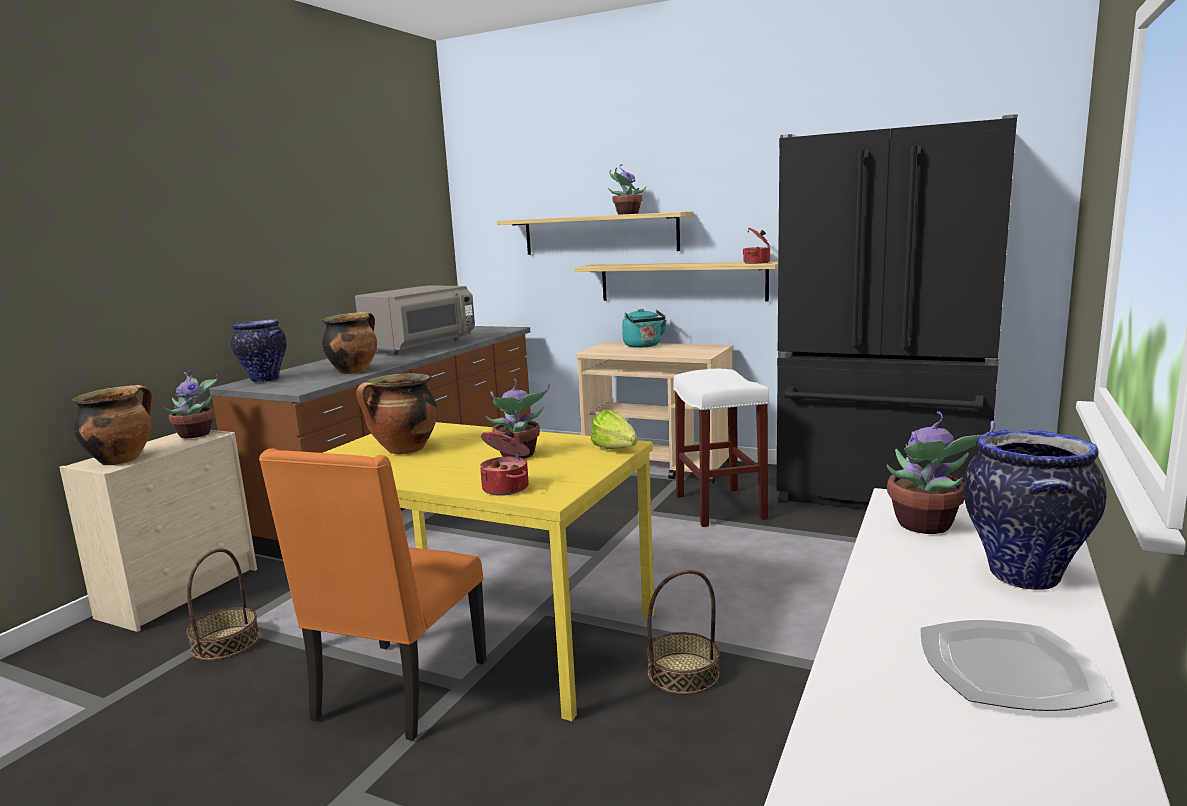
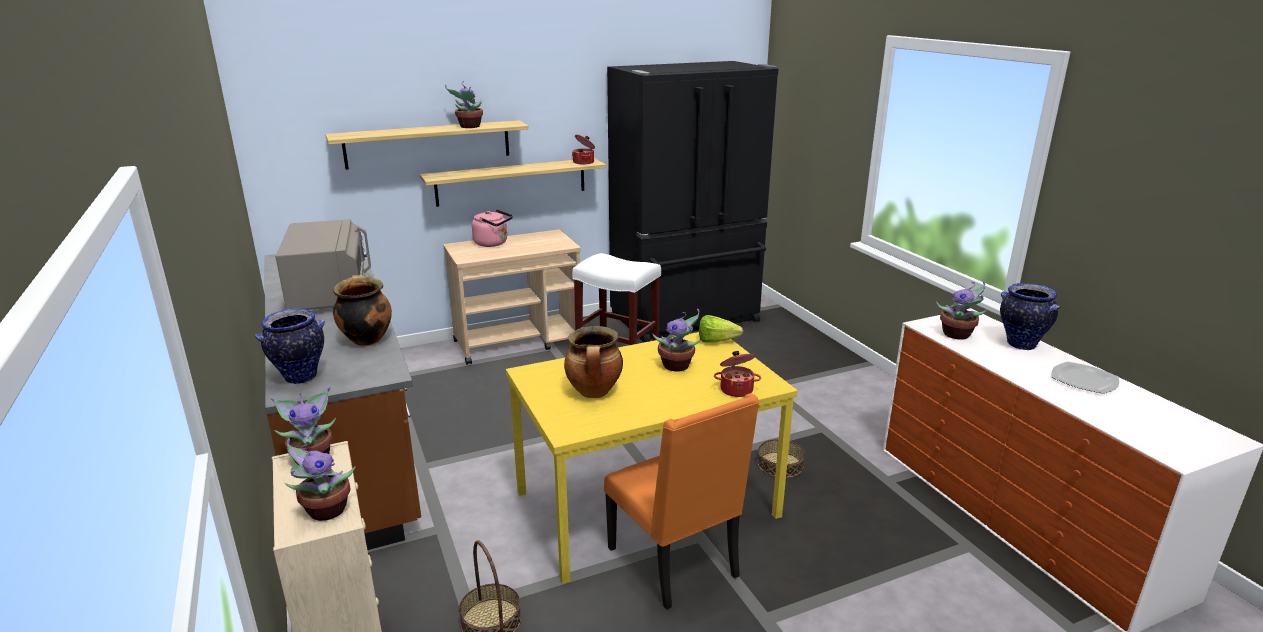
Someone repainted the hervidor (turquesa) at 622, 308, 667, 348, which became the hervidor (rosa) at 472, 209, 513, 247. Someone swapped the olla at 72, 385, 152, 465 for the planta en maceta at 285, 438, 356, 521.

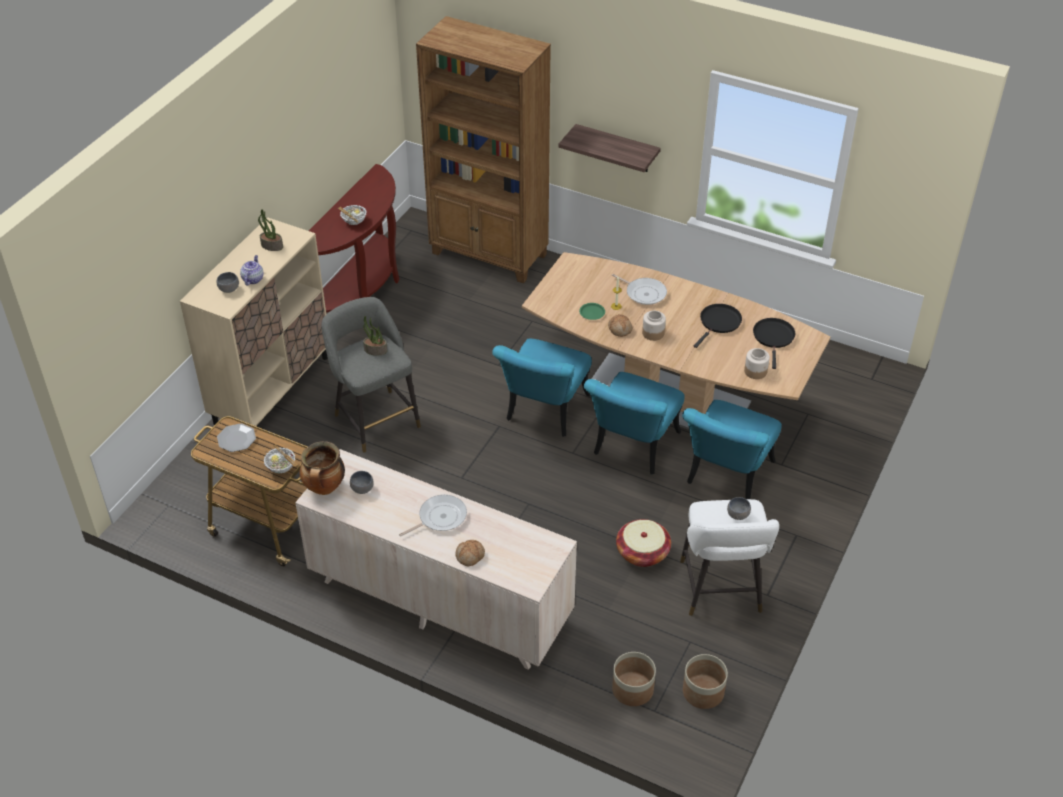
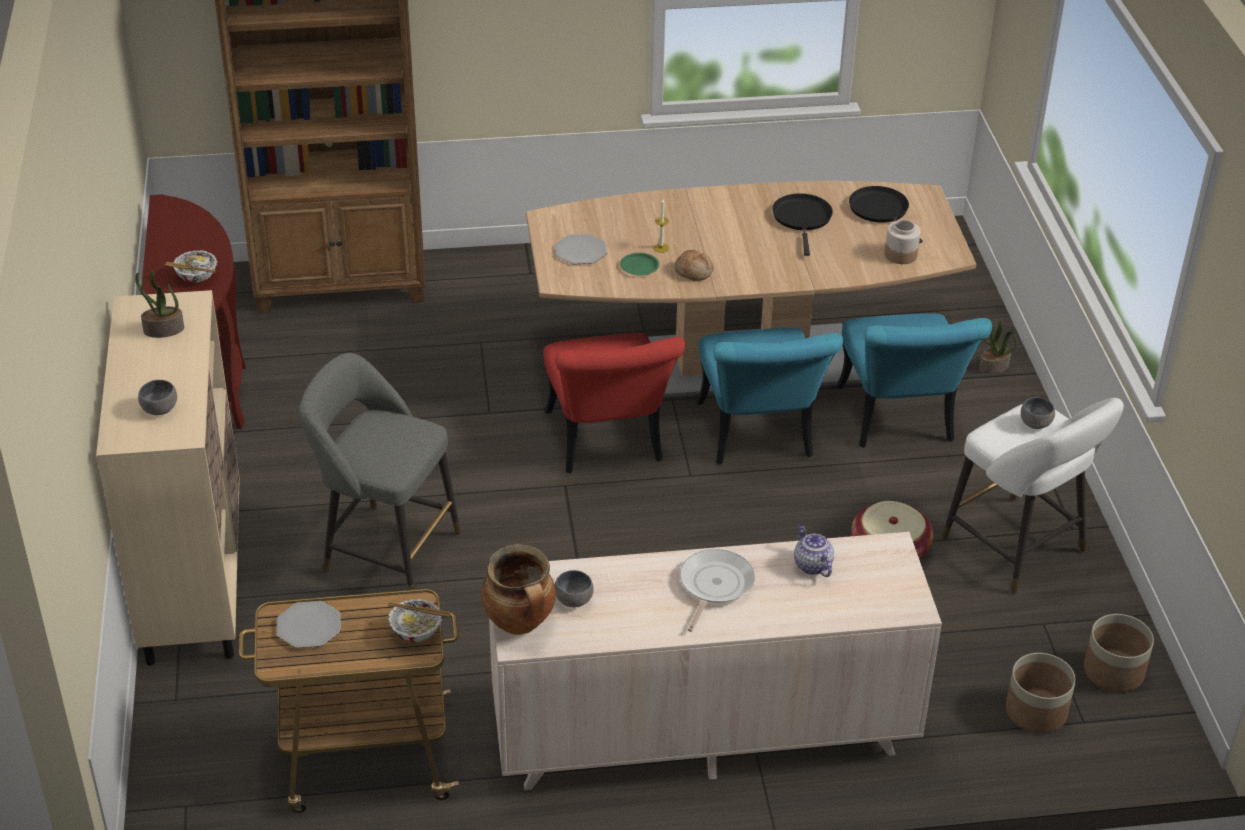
Someone took away the estante at 558, 124, 661, 172. Someone carried the tetera from 240, 255, 264, 286 to 794, 524, 834, 577. Someone took away the sartén at 612, 274, 667, 305. Someone took away the tarro at 642, 311, 666, 341. Someone carried the planta en maceta from 363, 316, 387, 356 to 979, 320, 1017, 374. Someone repainted the silla (turquesa) at 492, 339, 592, 437, which became the silla (rojo) at 543, 333, 685, 474. Someone took away the pan at 456, 540, 485, 566. Someone put down the plato at 555, 234, 607, 264.

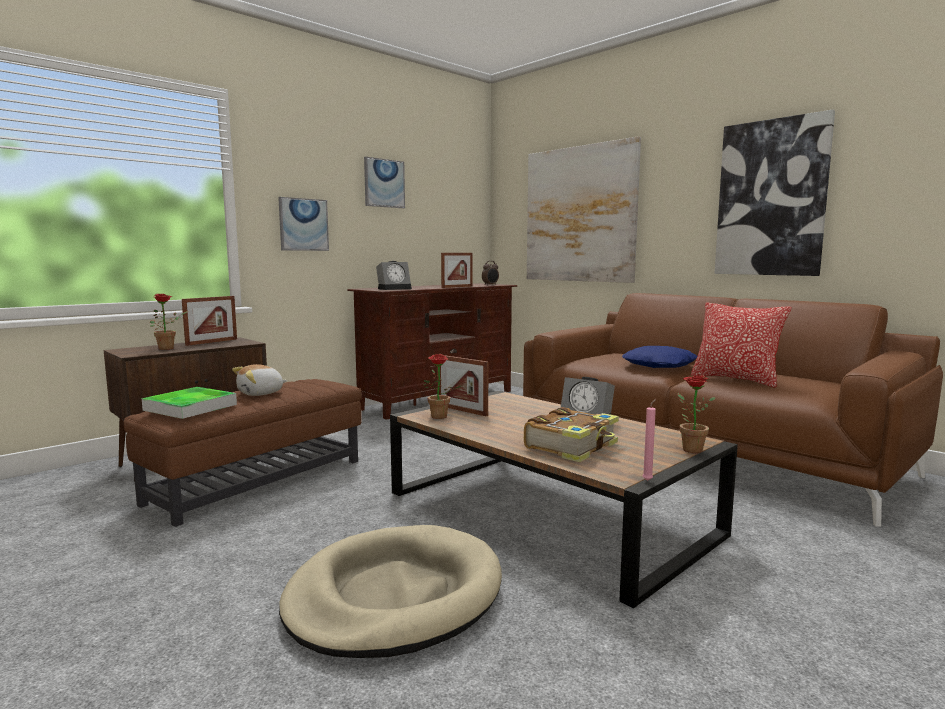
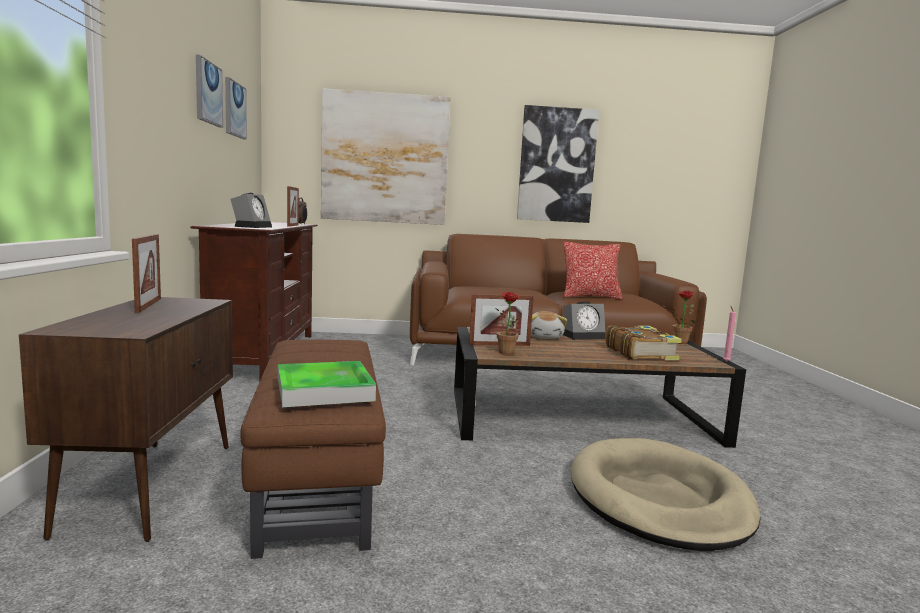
Someone carried the cuadro from 278, 197, 329, 251 to 225, 77, 247, 140. Someone took away the planta en maceta at 150, 293, 188, 350. Someone took away the cojín (azul) at 622, 346, 697, 368. Someone carried the peluche from 232, 364, 287, 396 to 531, 311, 567, 339.

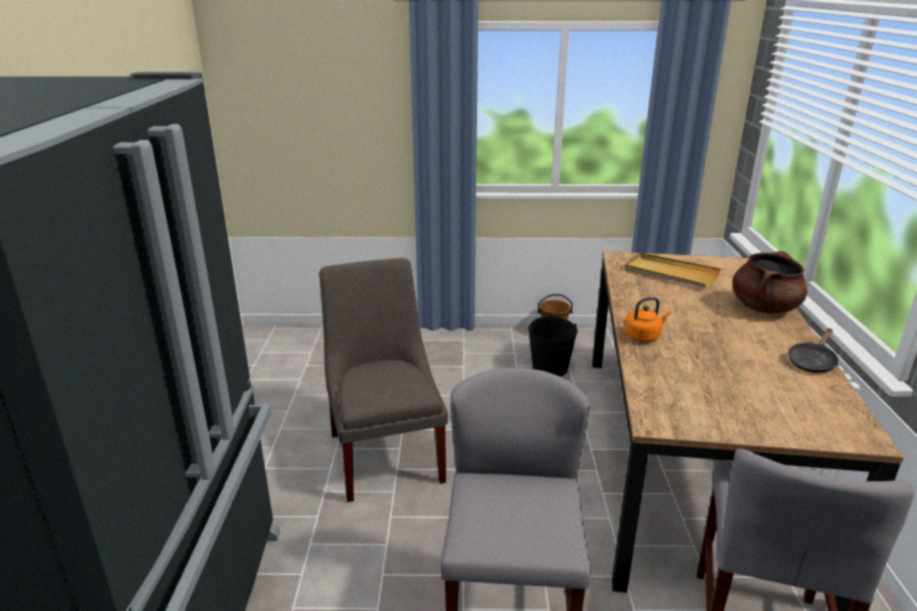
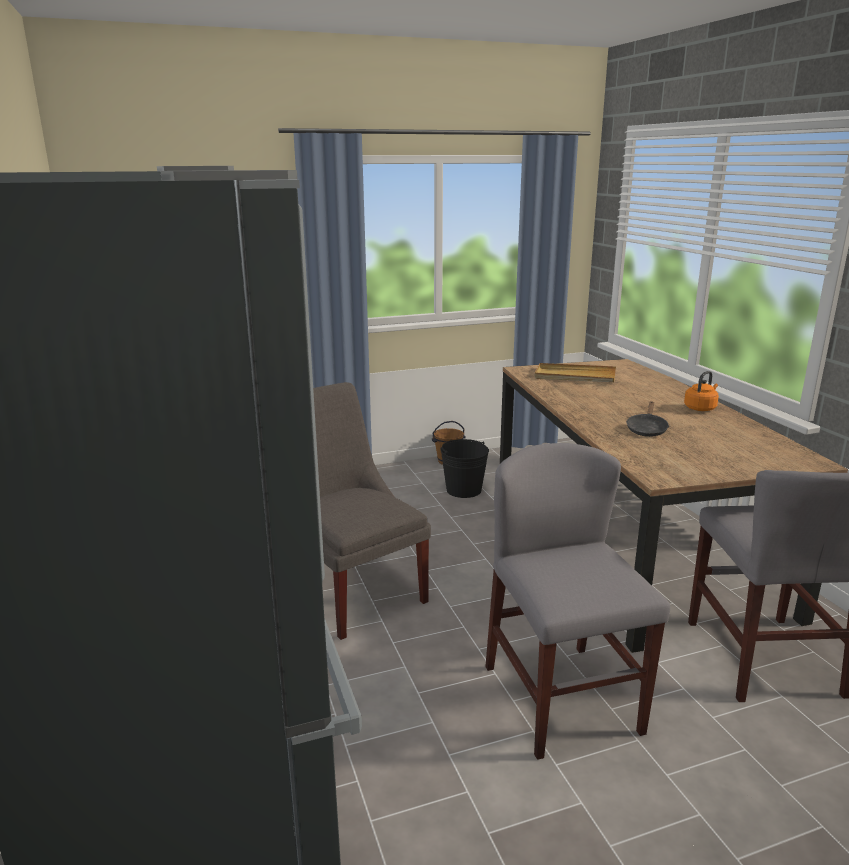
Someone took away the olla (marrón) at 733, 251, 807, 314. Someone carried the hervidor (naranja) from 624, 297, 671, 342 to 684, 371, 719, 411. Someone carried the sartén (negro) from 788, 328, 838, 373 to 626, 401, 669, 437.

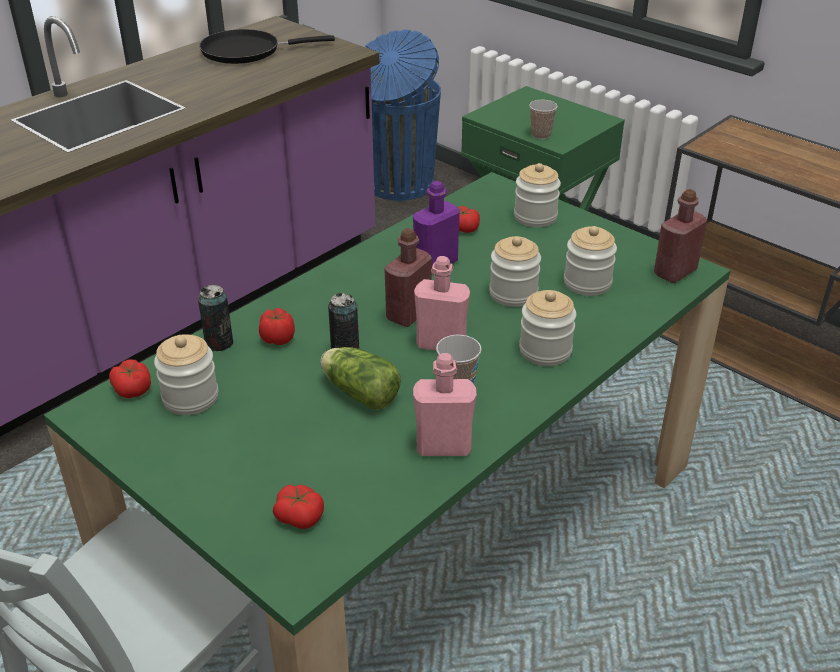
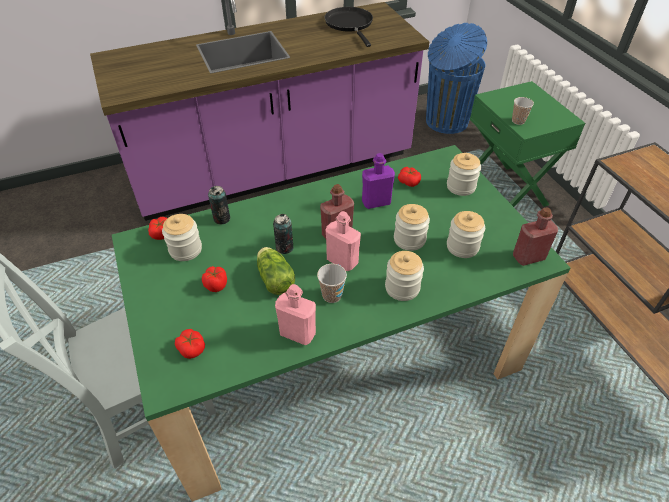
Someone rotated the sartén (negro) at 199, 29, 335, 64 by 60 degrees clockwise. Someone carried the tomate from 259, 308, 295, 345 to 202, 266, 227, 292.

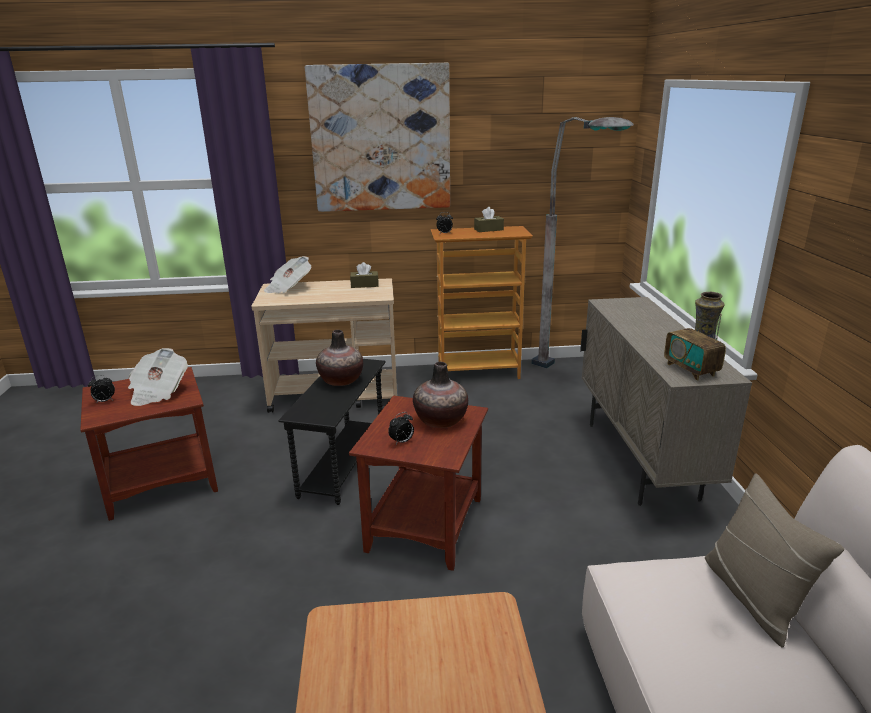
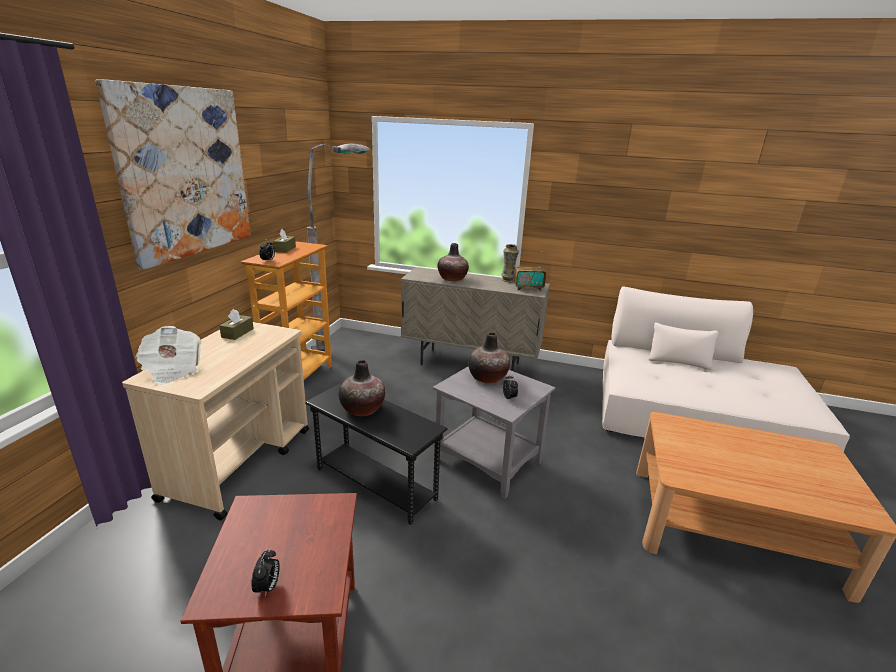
Someone took away the periódico at 128, 348, 188, 406. Someone repainted the mesa auxiliar (marrón) at 349, 396, 488, 571, which became the mesa auxiliar (gris) at 433, 367, 555, 499. Someone took away the cojín (beis) at 705, 473, 844, 647. Someone put down the florero at 437, 243, 469, 281.

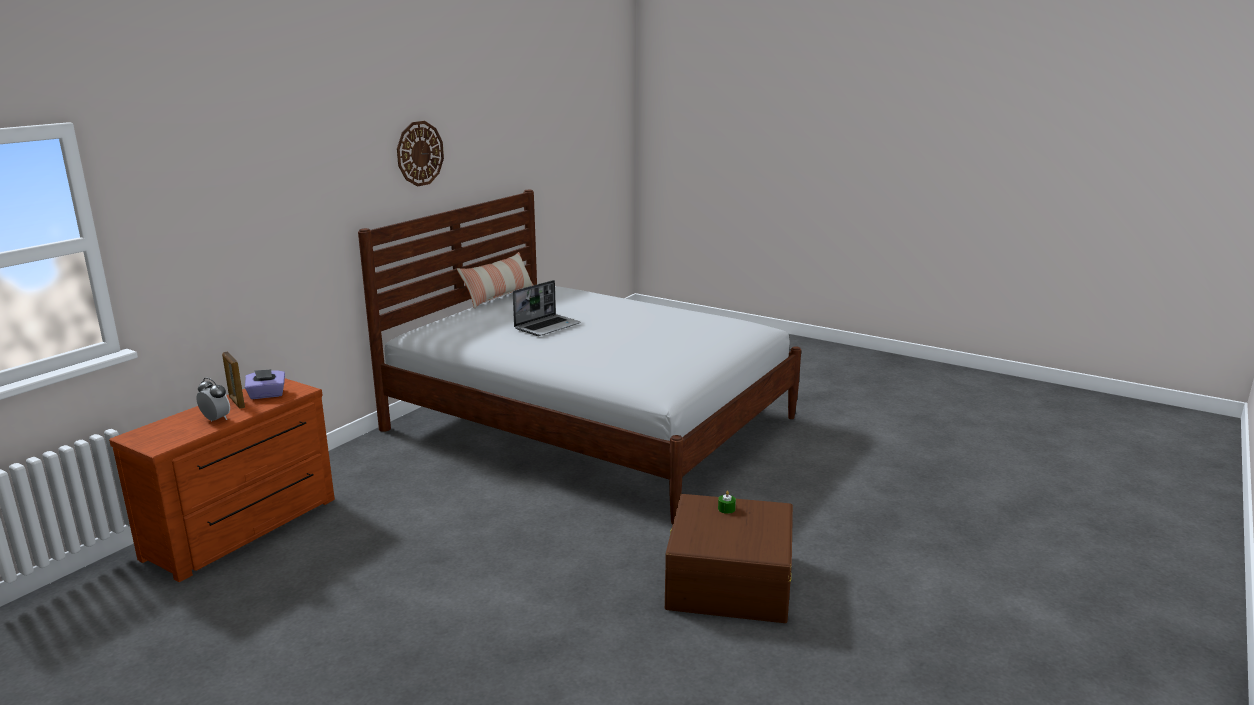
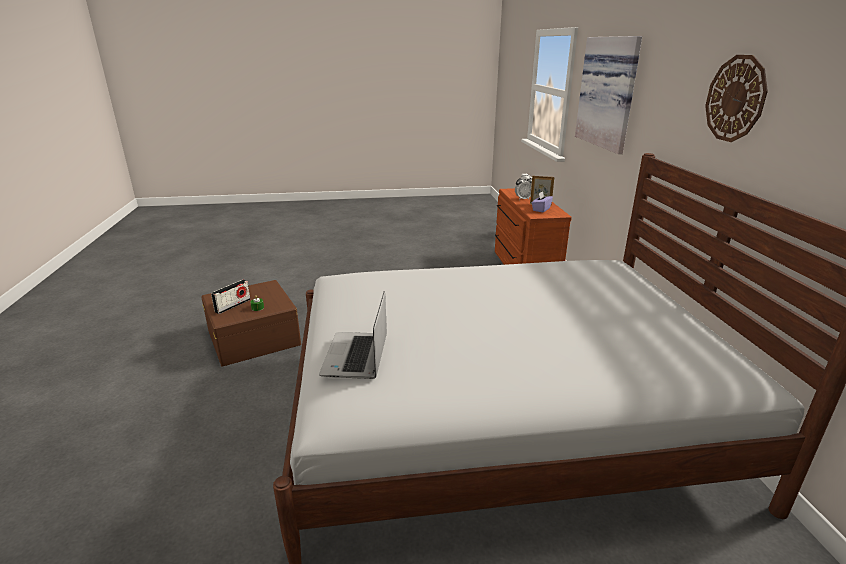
Someone took away the cojín at 457, 252, 533, 309. Someone carried the portátil from 513, 280, 580, 336 to 319, 291, 387, 379. Someone put up the cuadro at 575, 36, 642, 154. Someone put down the radio at 211, 279, 251, 314.

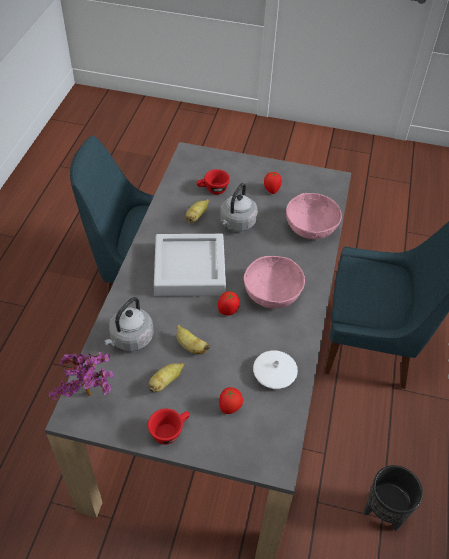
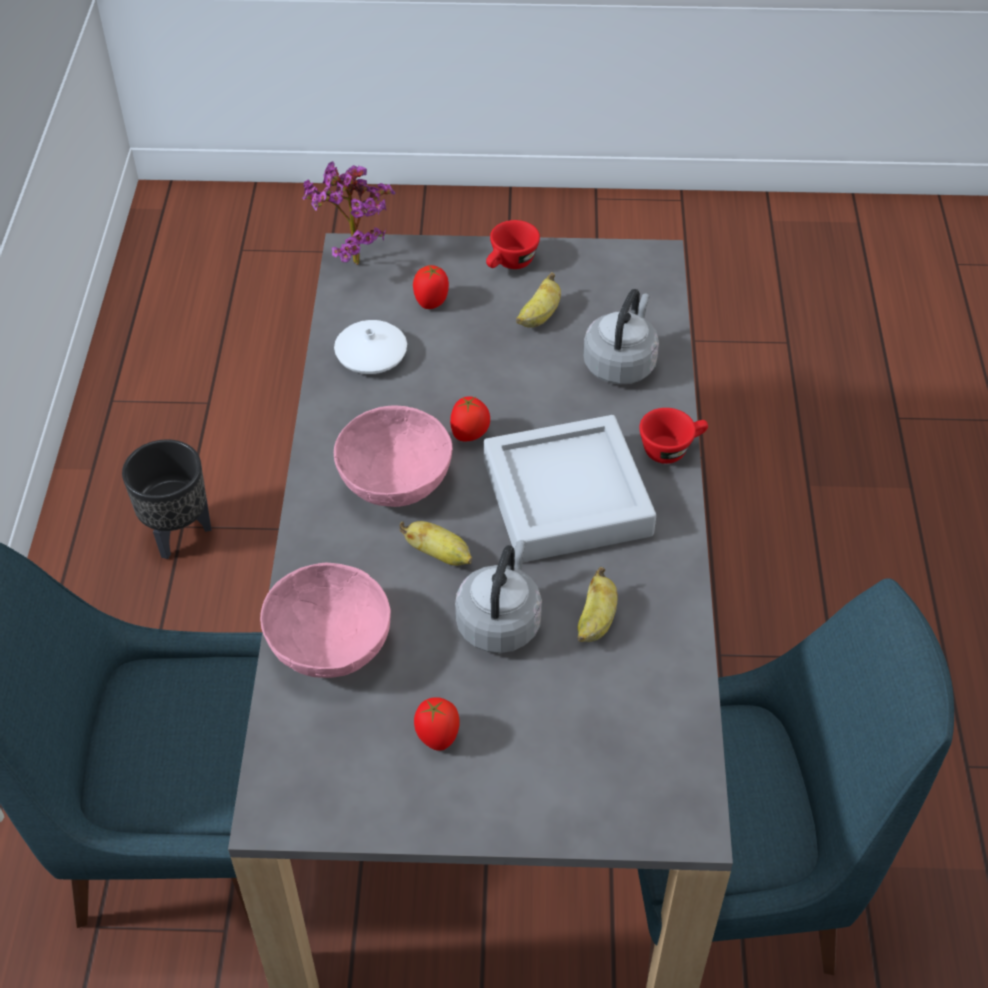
Someone carried the taza (rojo) from 197, 169, 230, 195 to 639, 408, 708, 464. Someone carried the plátano from 176, 325, 210, 354 to 400, 521, 472, 566. Someone carried the planta en maceta from 48, 352, 113, 401 to 302, 161, 395, 265.

